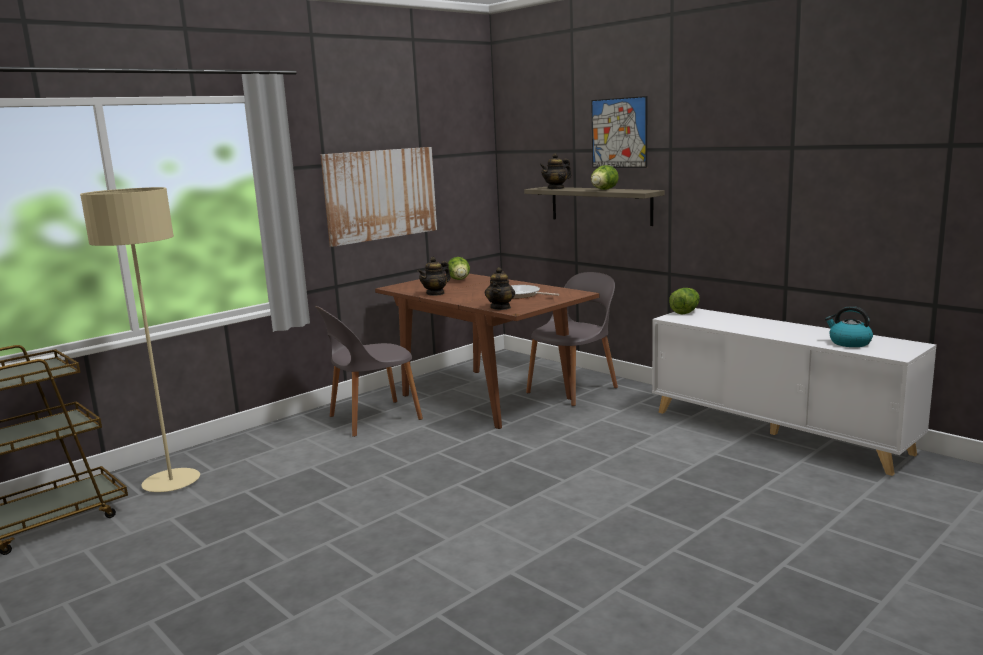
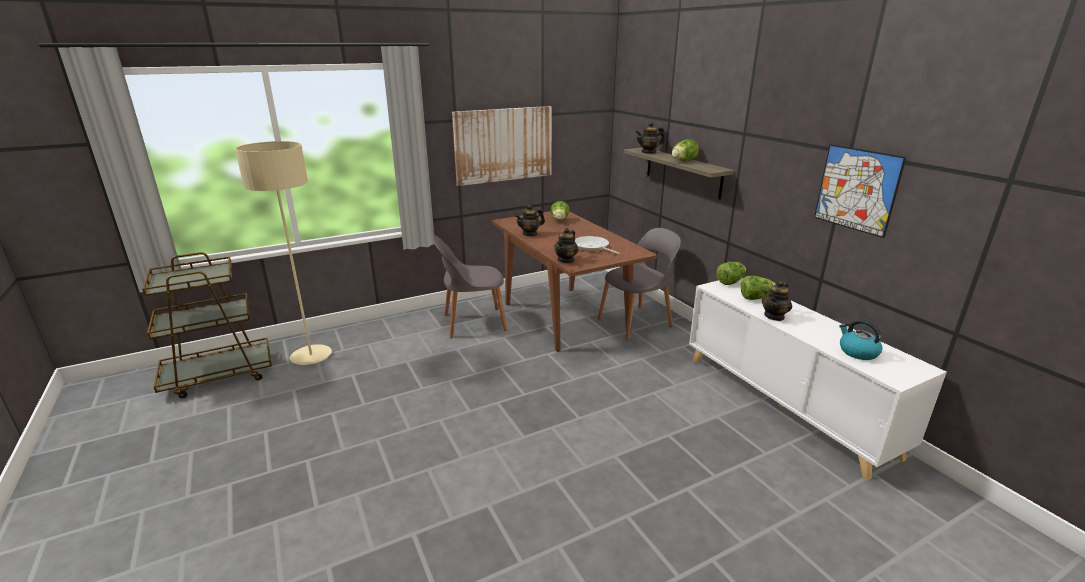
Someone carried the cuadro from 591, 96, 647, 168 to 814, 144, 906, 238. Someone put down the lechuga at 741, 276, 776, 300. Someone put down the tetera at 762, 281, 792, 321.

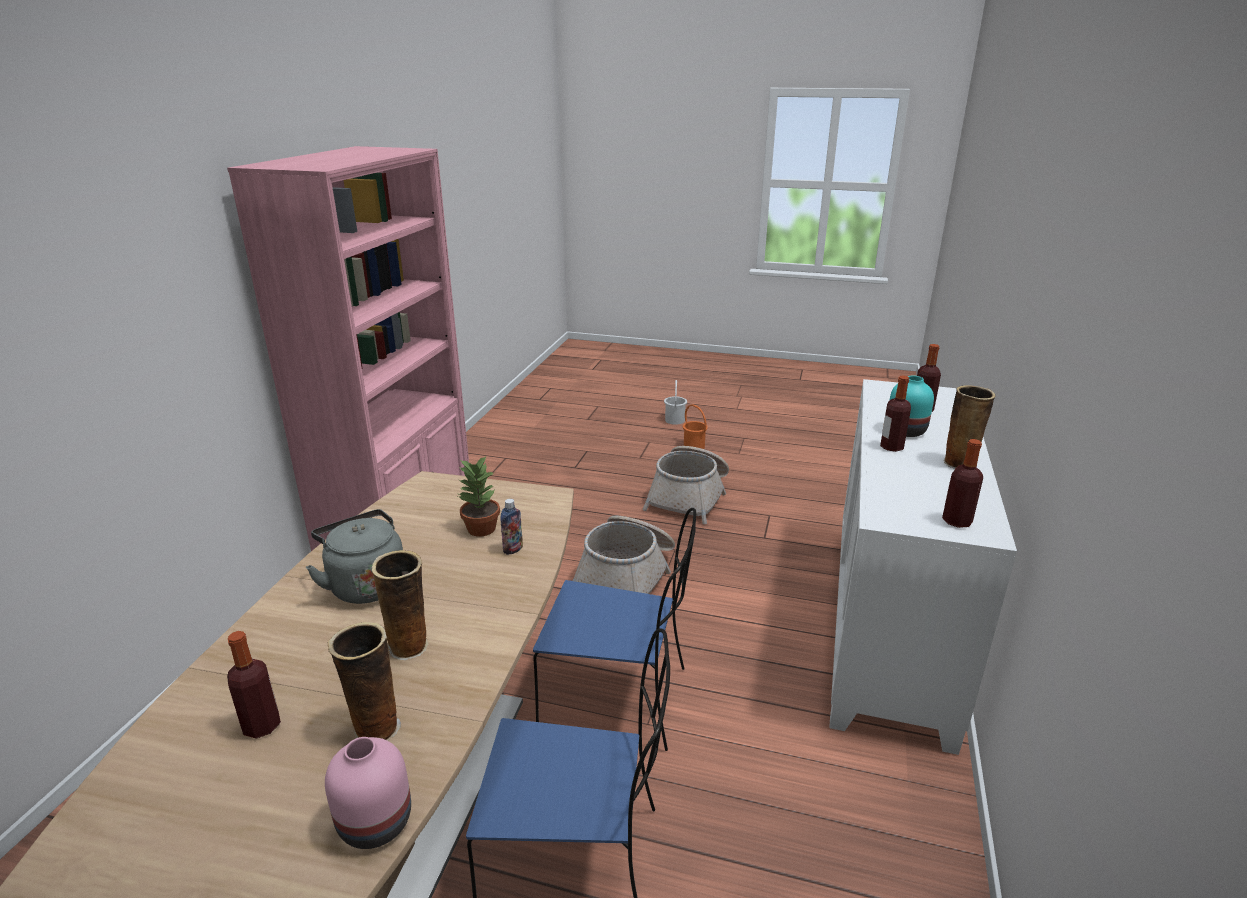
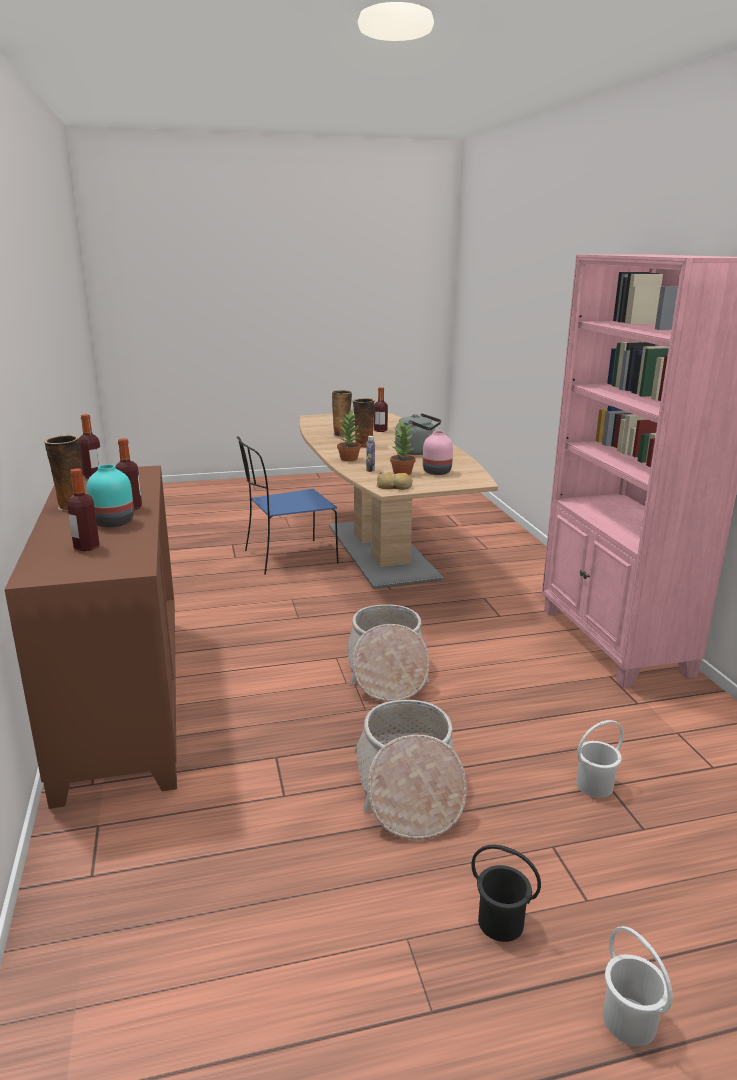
Someone repainted the armario (blanco) at 829, 379, 1017, 755, which became the armario (marrón) at 4, 465, 177, 809. Someone repainted the cubo (naranja) at 683, 405, 708, 449, which became the cubo (negro) at 471, 845, 541, 942. Someone took away the silla (azul) at 533, 508, 696, 751. Someone carried the florero (rosa) from 325, 737, 411, 849 to 423, 431, 453, 475. Someone put down the planta en maceta at 337, 410, 361, 461. Someone put down the pan at 377, 472, 413, 490. Someone put down the cubo (blanco) at 576, 720, 624, 798.

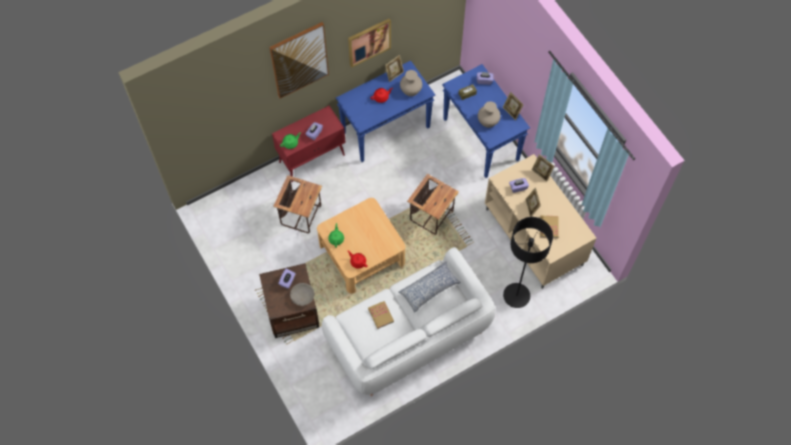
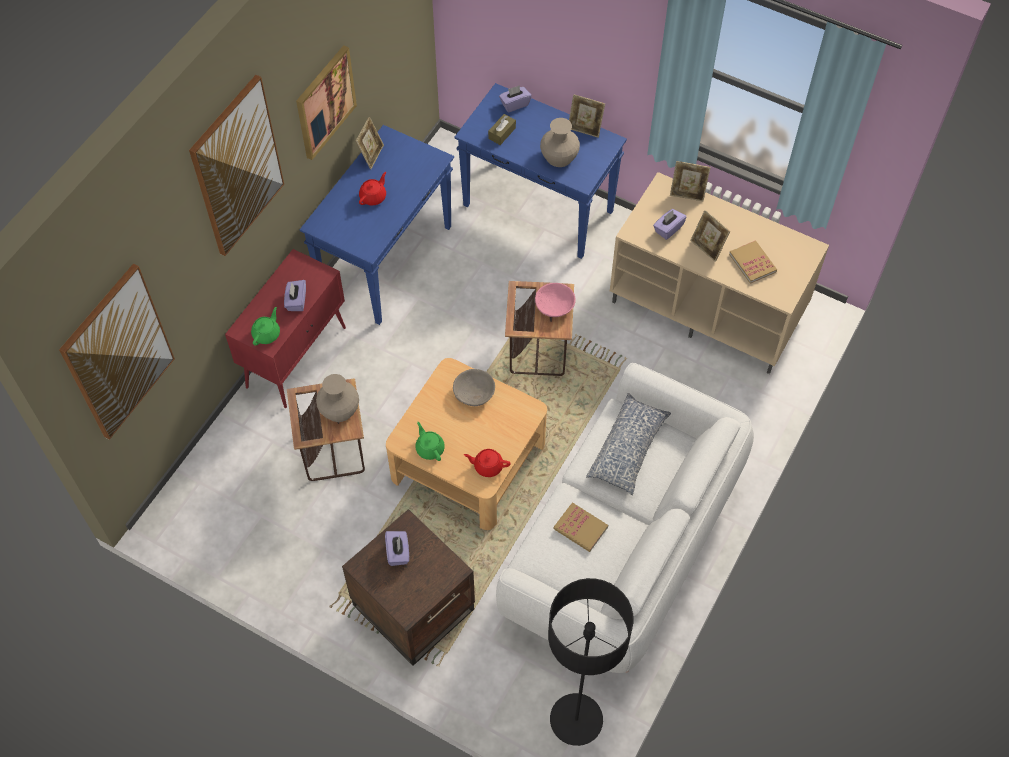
Someone carried the florero (beis) from 400, 70, 422, 96 to 316, 374, 359, 422. Someone carried the lámpara de pie (negro) from 503, 217, 553, 308 to 548, 578, 634, 746. Someone carried the cuenco (gris) from 290, 283, 314, 306 to 453, 369, 495, 406. Someone put up the cuadro at 59, 264, 175, 440. Someone put down the cuenco (rosa) at 535, 283, 576, 317.

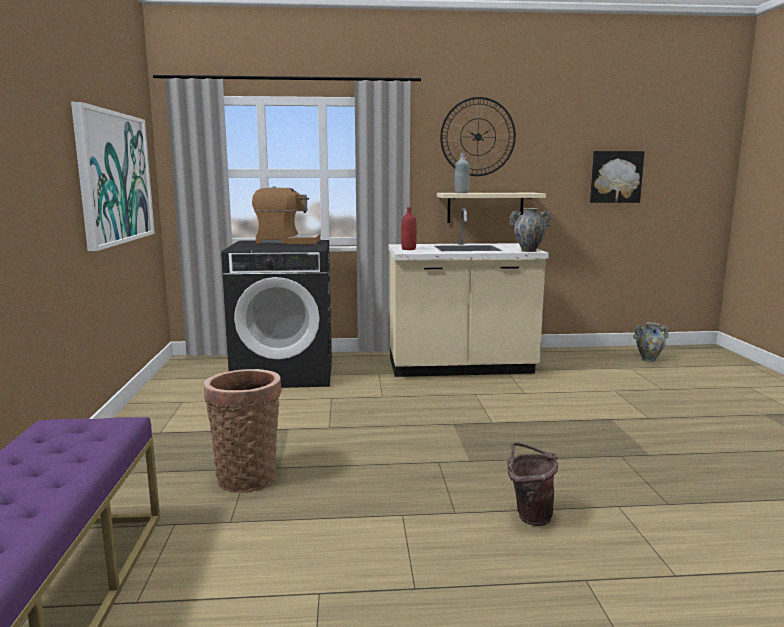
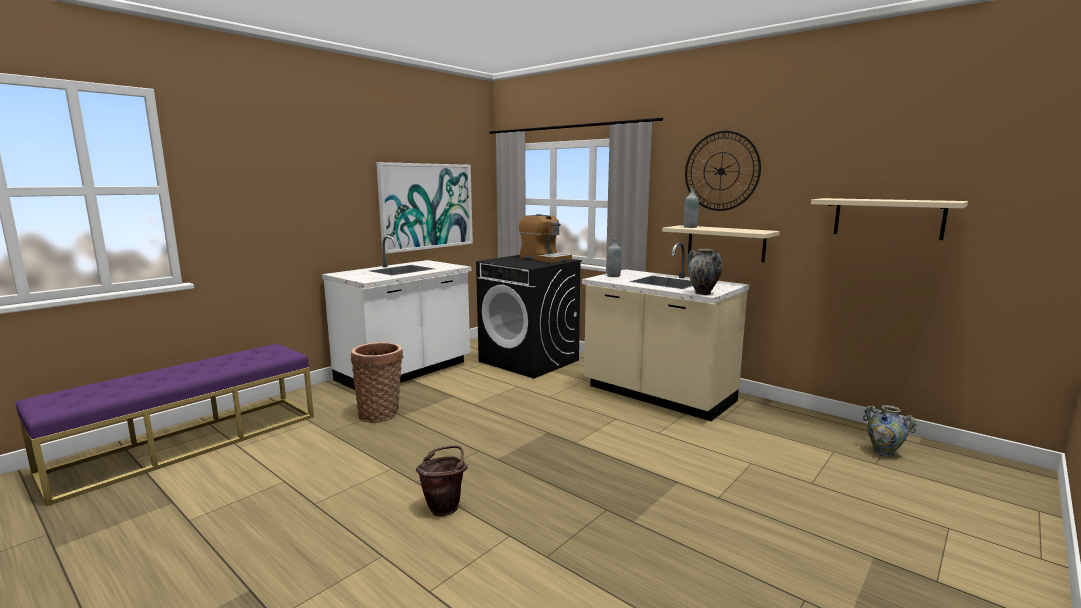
Someone swapped the cuadro at 590, 151, 645, 203 for the estante (beis) at 811, 198, 968, 240. Someone repainted the botella (rojo) at 401, 207, 417, 250, which became the botella (gris) at 607, 239, 621, 277. Someone put down the mueble bajo de cocina (blanco) at 322, 235, 472, 390.

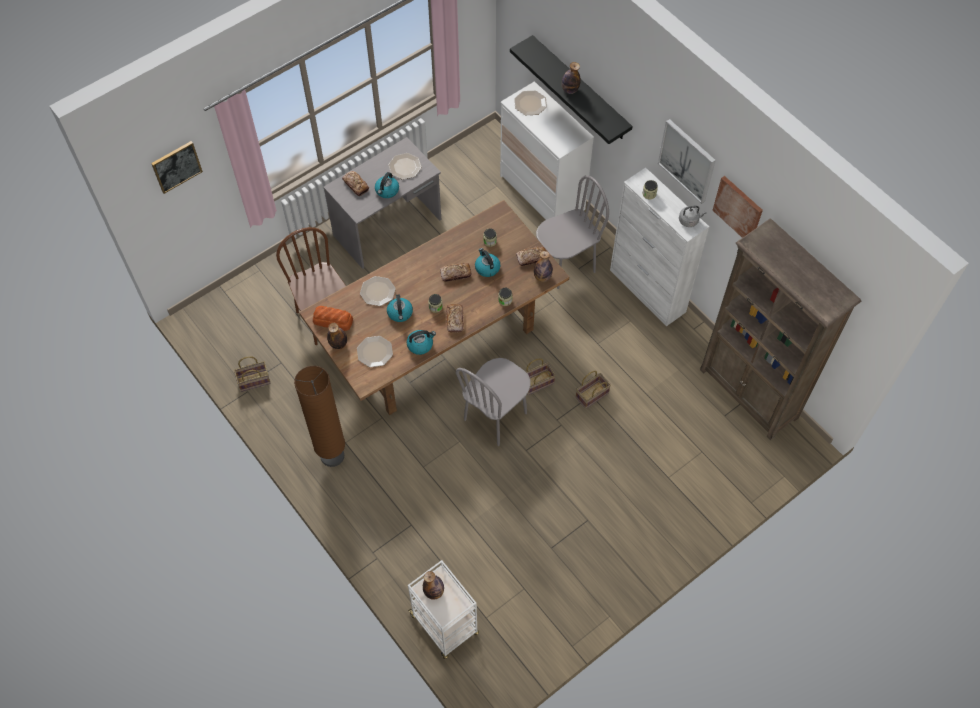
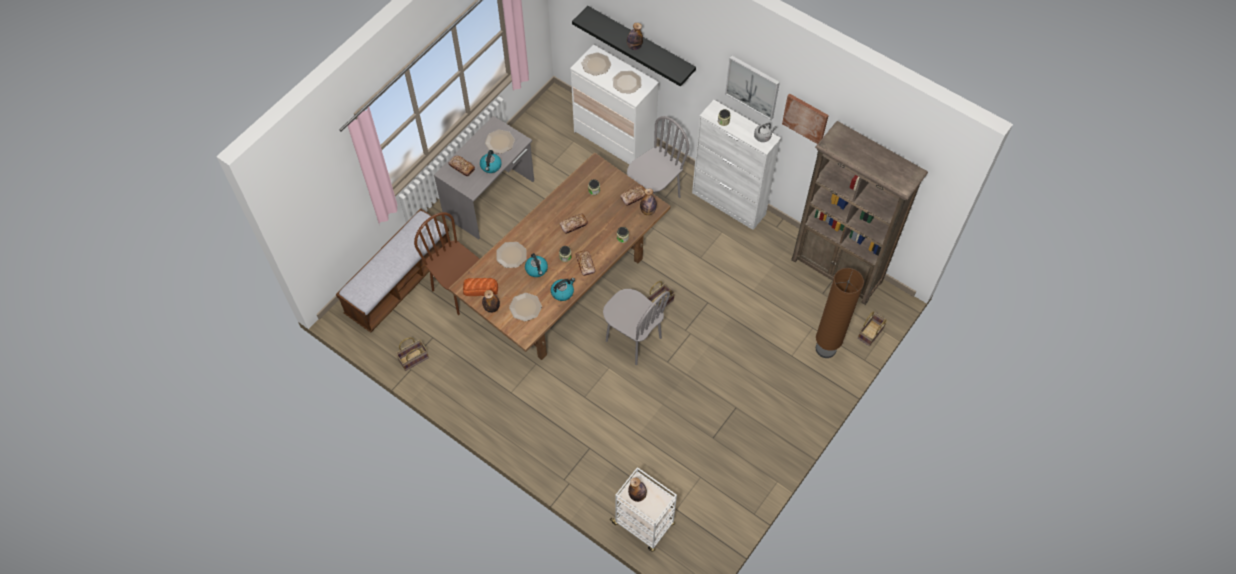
Someone took away the cuadro at 151, 141, 203, 194. Someone took away the hervidor at 475, 248, 500, 277. Someone rotated the silla (gris) at 456, 358, 531, 446 by 75 degrees counterclockwise. Someone carried the lámpara de pie (marrón) from 294, 366, 345, 467 to 816, 268, 864, 358. Someone carried the cesta from 576, 371, 611, 409 to 858, 311, 887, 346. Someone put down the plato at 613, 71, 642, 93. Someone put down the banco at 336, 209, 449, 333.

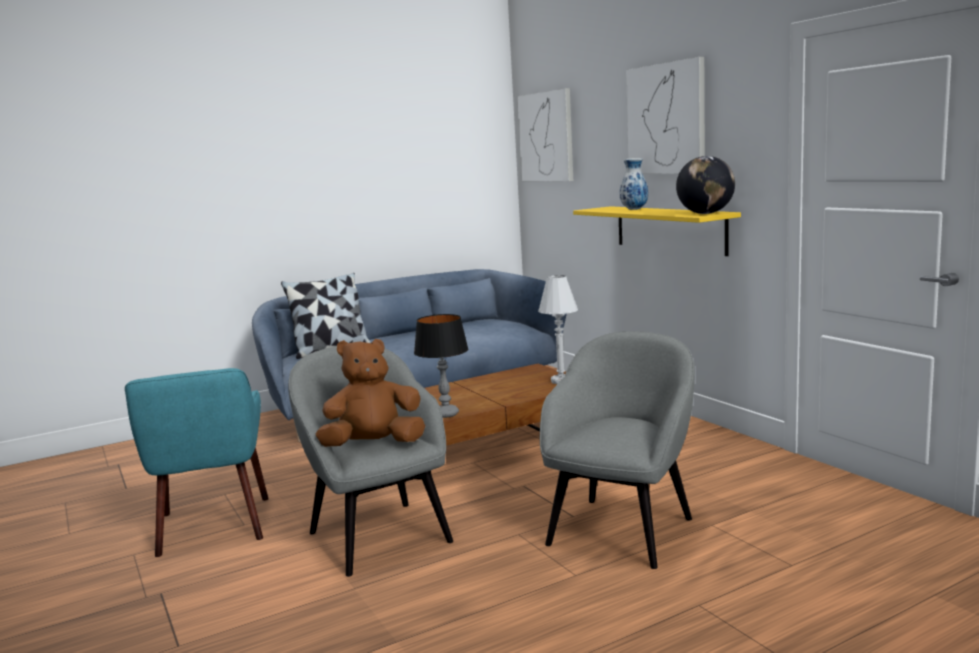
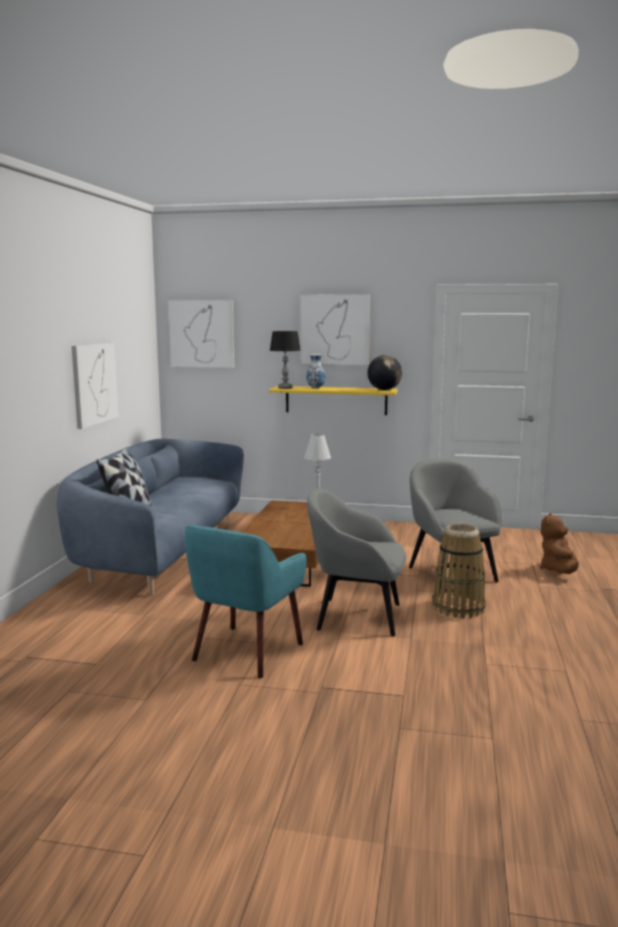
Someone carried the lámpara de mesa from 414, 314, 468, 418 to 270, 331, 301, 389. Someone carried the peluche (marrón) from 315, 339, 425, 447 to 540, 513, 579, 574. Someone rotated the sillón (turquesa) at 125, 368, 268, 557 by 90 degrees clockwise. Someone put up the cuadro at 72, 342, 119, 429. Someone put down the cesta at 432, 524, 486, 619.

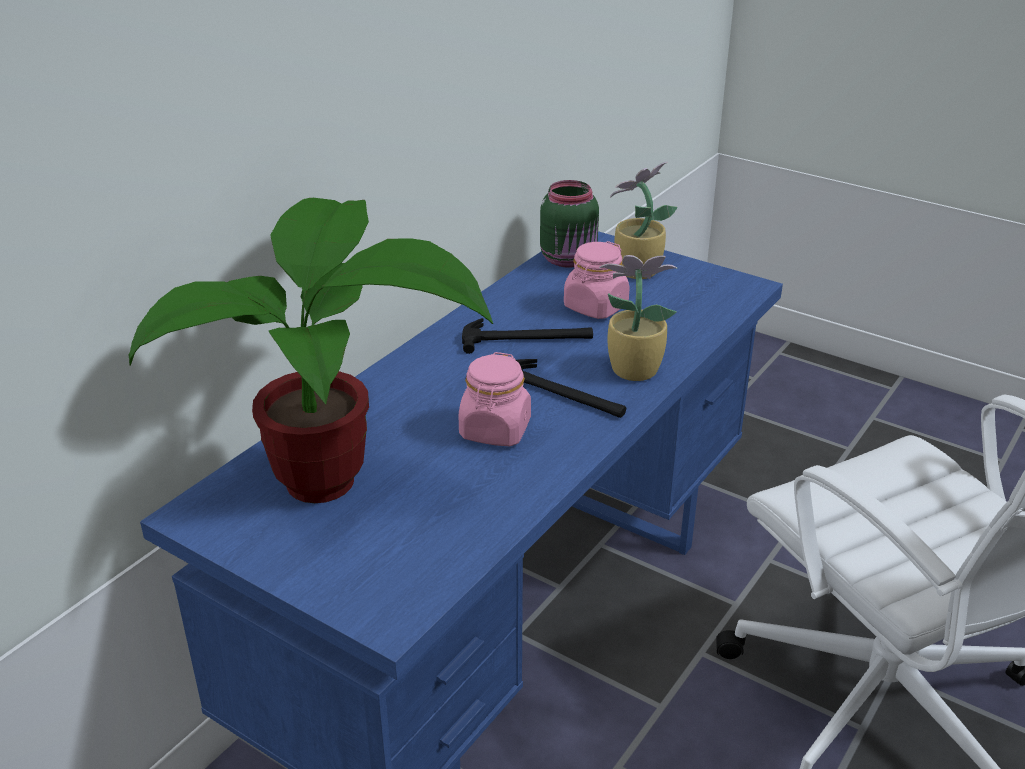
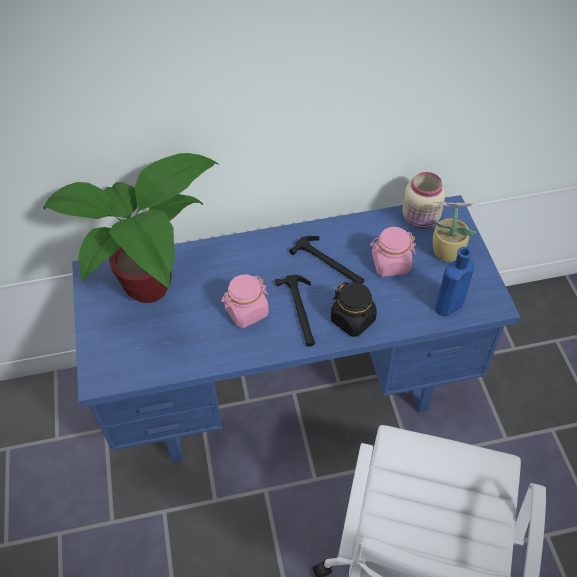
Someone repainted the tarro (verde) at 540, 180, 599, 268, which became the tarro (beis) at 403, 172, 446, 229. Someone swapped the planta en maceta at 599, 255, 677, 381 for the tarro (negro) at 331, 282, 377, 337. Someone put down the botella (azul) at 435, 247, 474, 317.

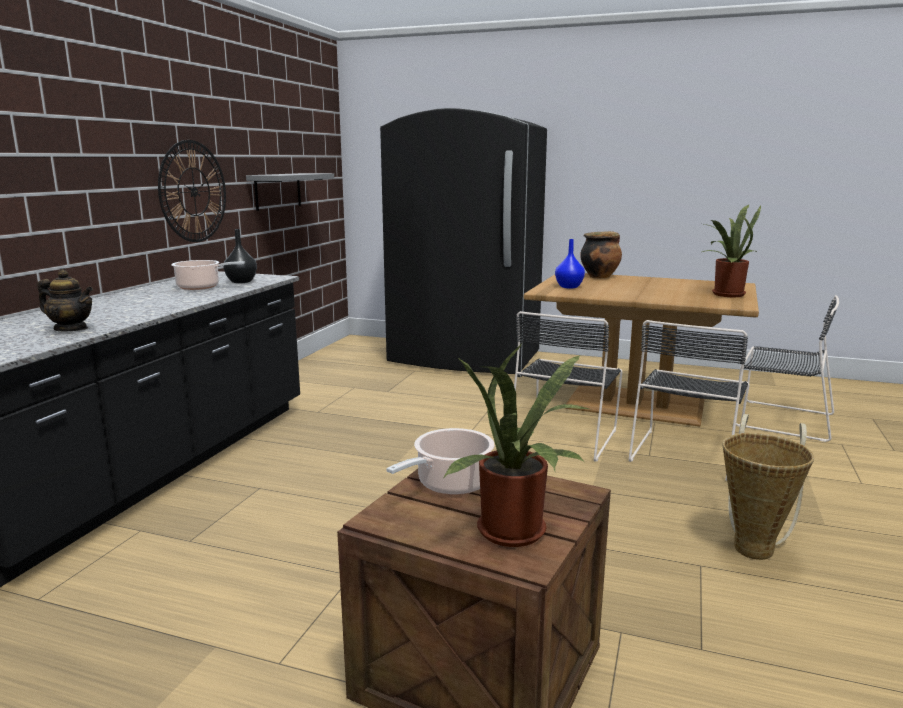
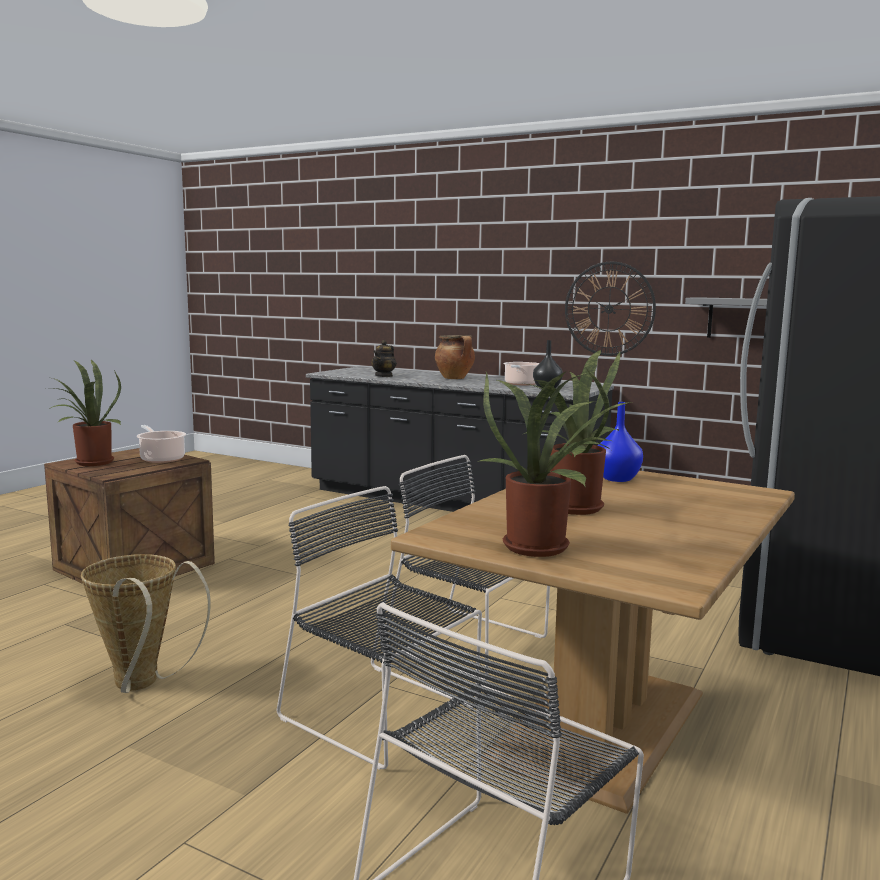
Someone carried the olla from 580, 231, 622, 279 to 435, 335, 475, 379. Someone put down the planta en maceta at 523, 350, 620, 515.

